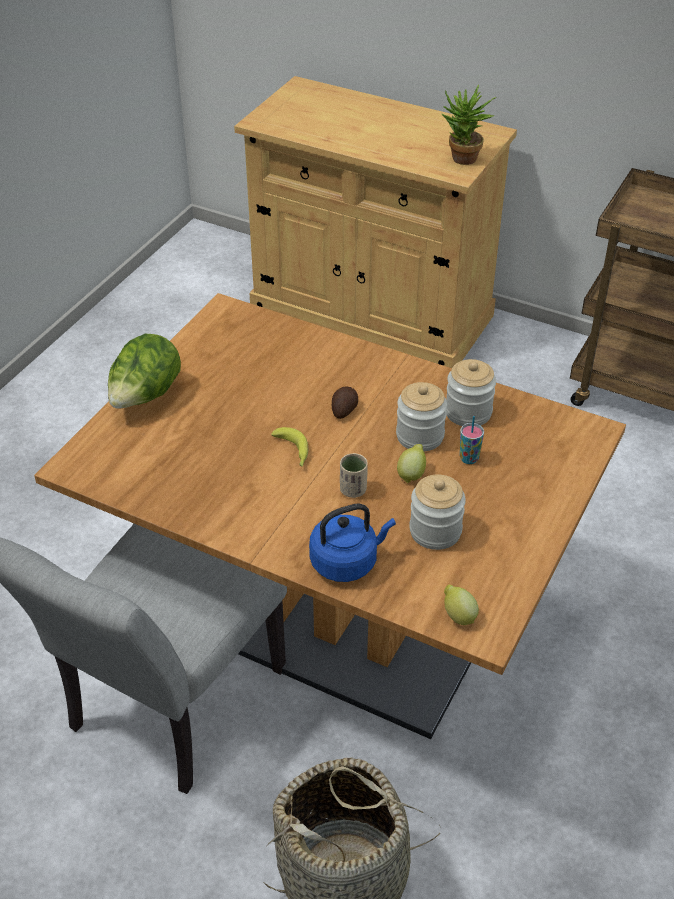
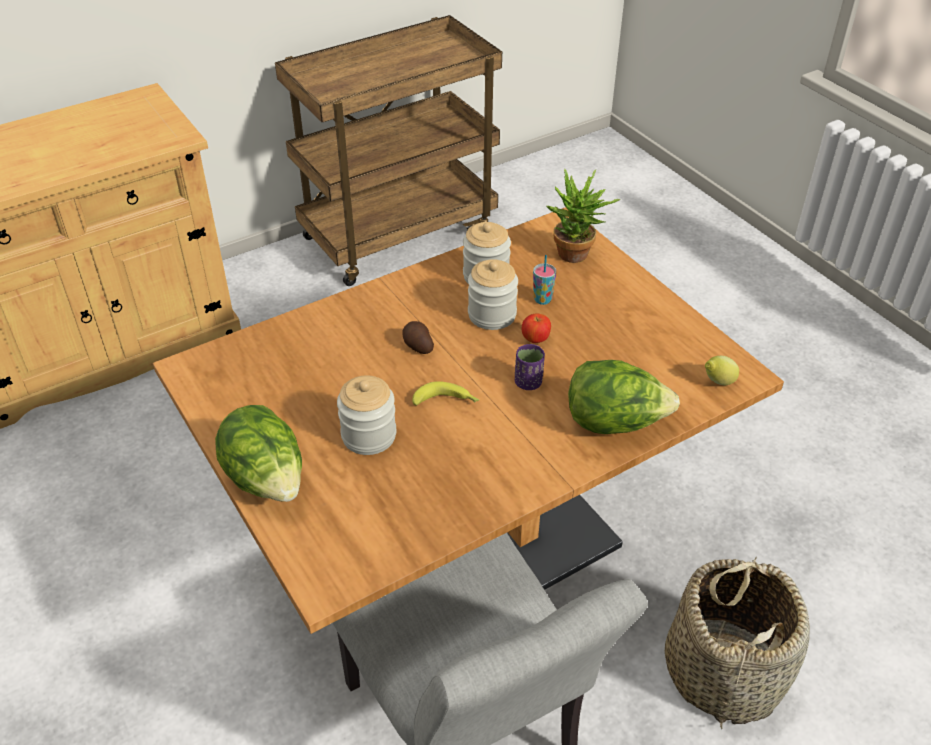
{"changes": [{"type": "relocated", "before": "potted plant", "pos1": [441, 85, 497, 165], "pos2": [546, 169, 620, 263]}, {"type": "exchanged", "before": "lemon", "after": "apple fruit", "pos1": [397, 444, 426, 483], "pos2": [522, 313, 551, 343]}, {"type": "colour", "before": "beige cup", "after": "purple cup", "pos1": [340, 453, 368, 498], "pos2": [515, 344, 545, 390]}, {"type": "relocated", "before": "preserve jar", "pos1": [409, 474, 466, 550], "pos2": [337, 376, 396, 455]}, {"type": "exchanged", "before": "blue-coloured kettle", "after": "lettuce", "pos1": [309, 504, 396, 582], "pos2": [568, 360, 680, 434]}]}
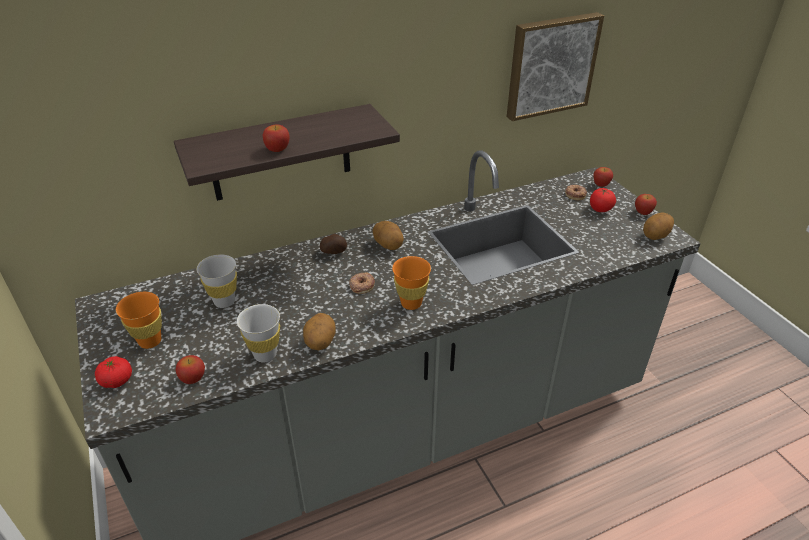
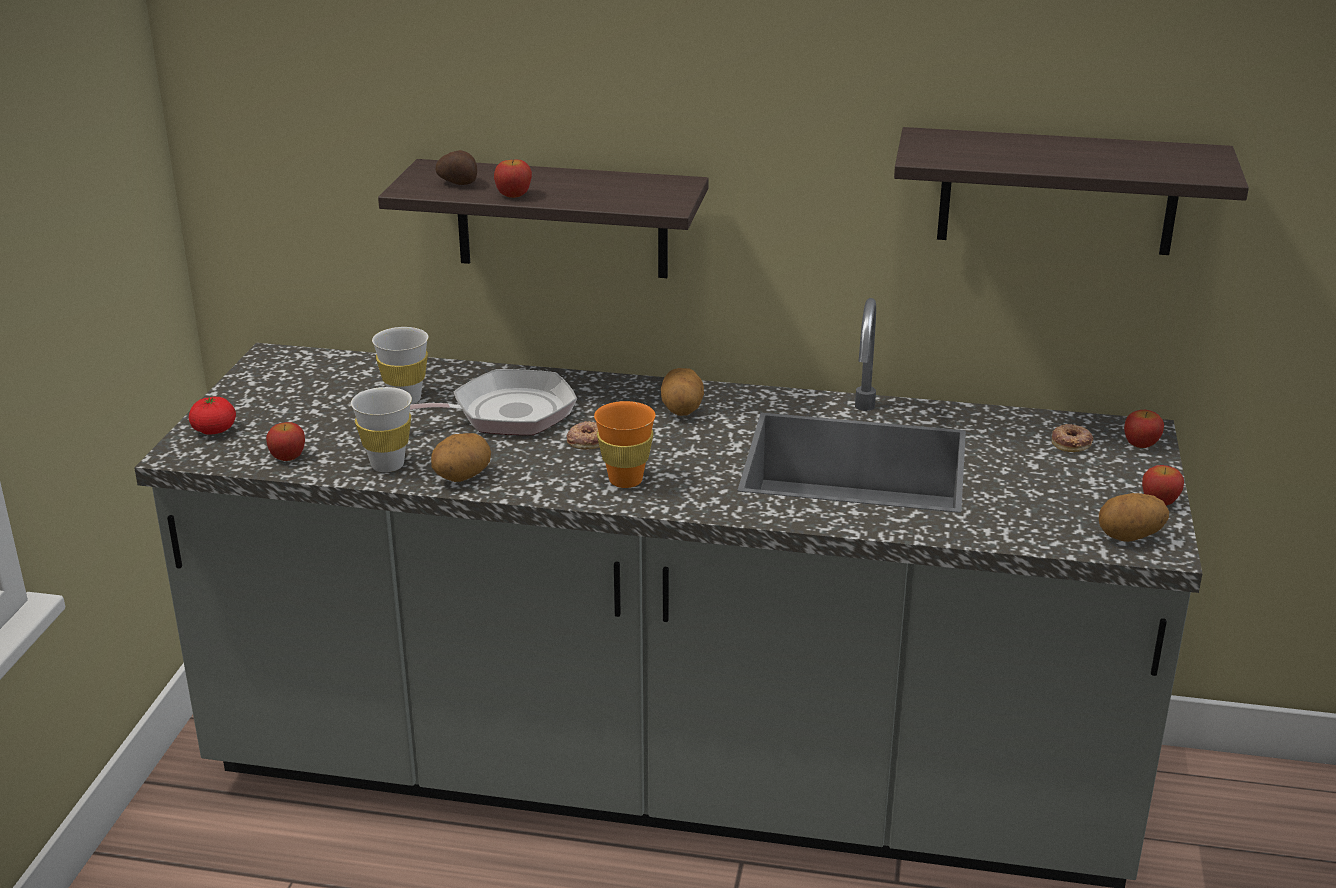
{"changes": [{"type": "exchanged", "before": "wall art", "after": "wall shelf", "pos1": [507, 12, 604, 121], "pos2": [894, 127, 1249, 255]}, {"type": "missing", "before": "whole tomato", "pos1": [590, 187, 616, 212]}, {"type": "relocated", "before": "whole potato", "pos1": [320, 234, 347, 254], "pos2": [435, 150, 477, 185]}, {"type": "missing", "before": "orangey cup", "pos1": [116, 292, 162, 349]}, {"type": "appeared", "after": "skillet", "pos2": [410, 369, 577, 435]}]}
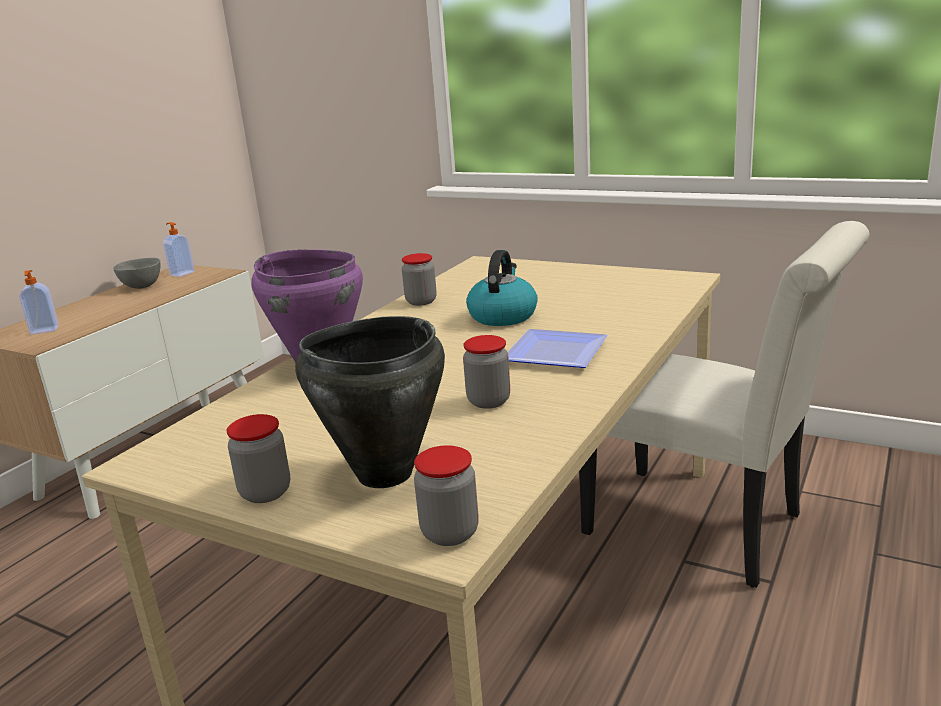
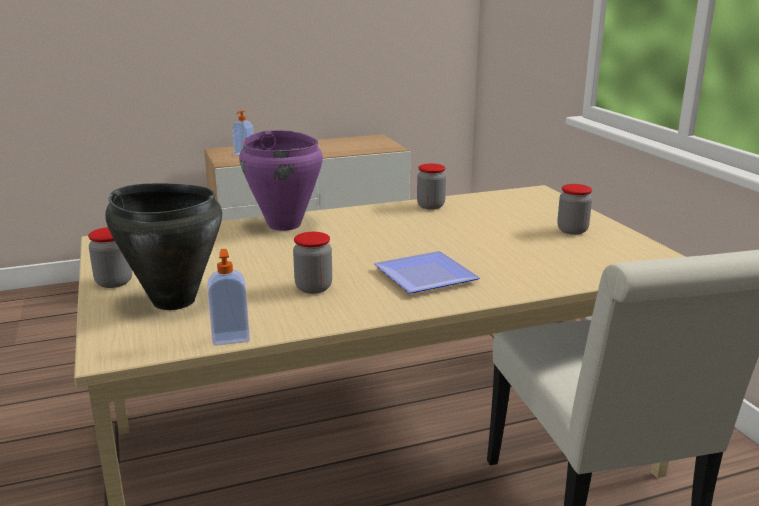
{"changes": [{"type": "relocated", "before": "soap dispenser", "pos1": [163, 222, 195, 277], "pos2": [207, 249, 250, 346]}, {"type": "missing", "before": "kettle", "pos1": [466, 250, 538, 326]}, {"type": "missing", "before": "grey bowl", "pos1": [113, 258, 161, 289]}, {"type": "relocated", "before": "preserve jar", "pos1": [414, 445, 479, 546], "pos2": [557, 184, 592, 235]}]}
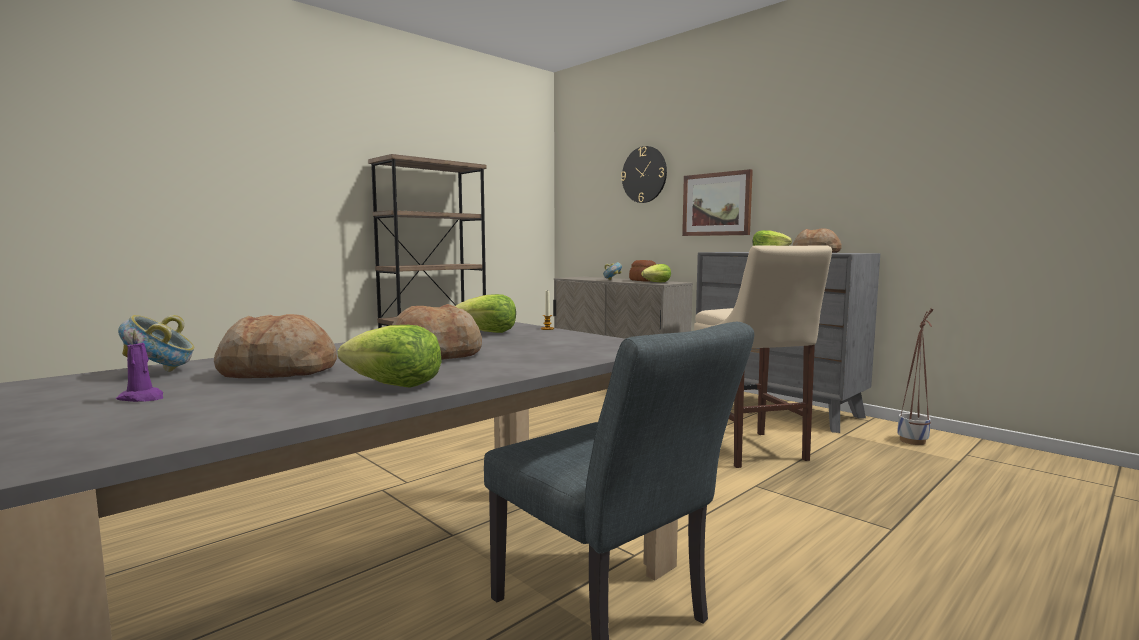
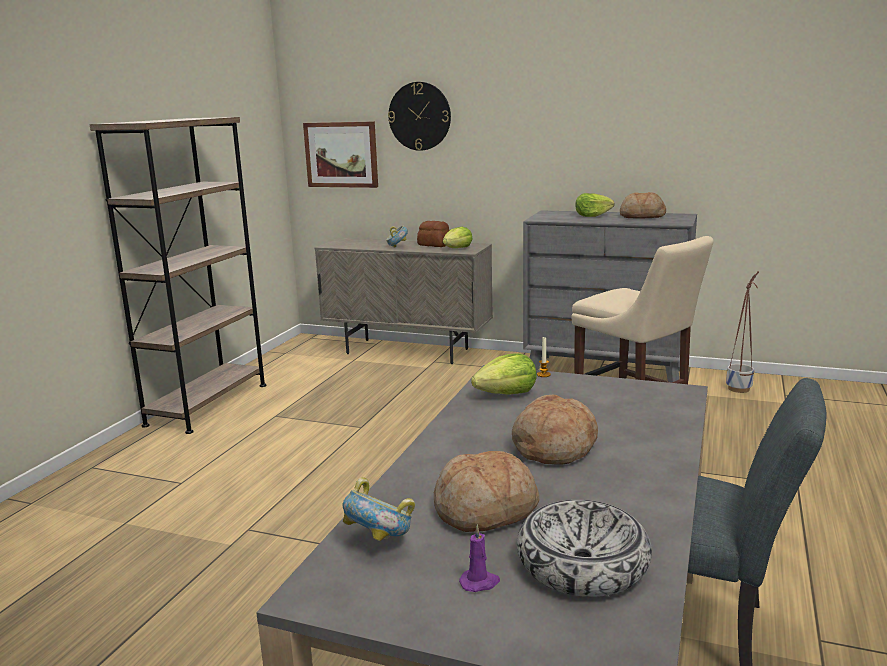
{"changes": [{"type": "relocated", "before": "wall art", "pos1": [682, 169, 753, 236], "pos2": [303, 122, 378, 188]}, {"type": "missing", "before": "lettuce", "pos1": [338, 325, 442, 388]}, {"type": "appeared", "after": "bowl", "pos2": [517, 500, 652, 597]}]}
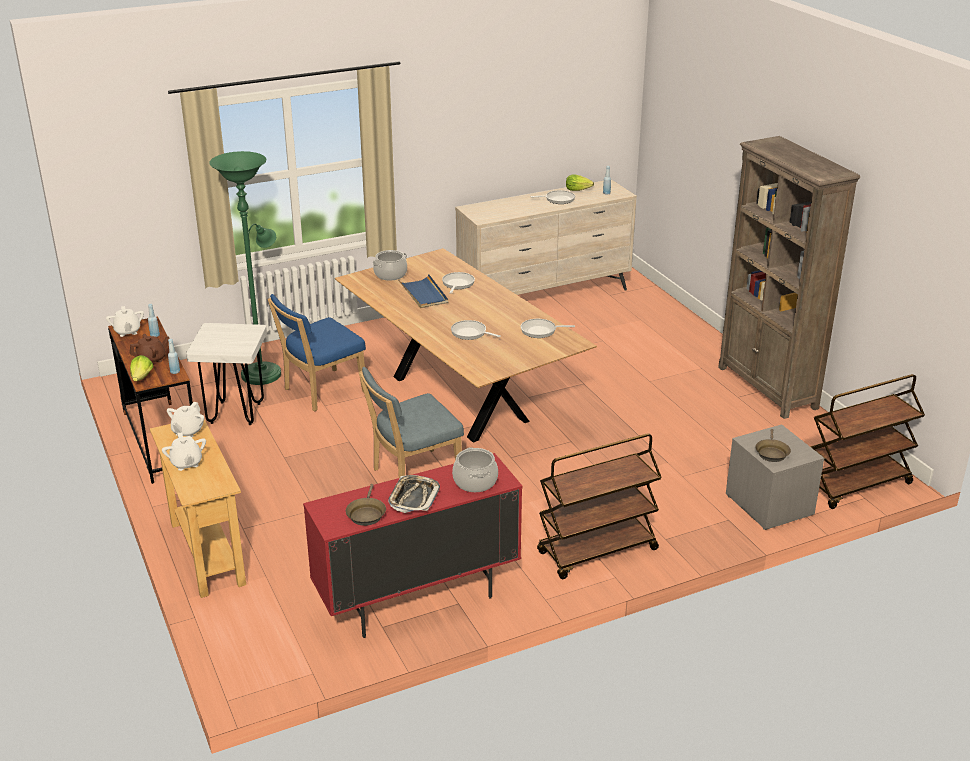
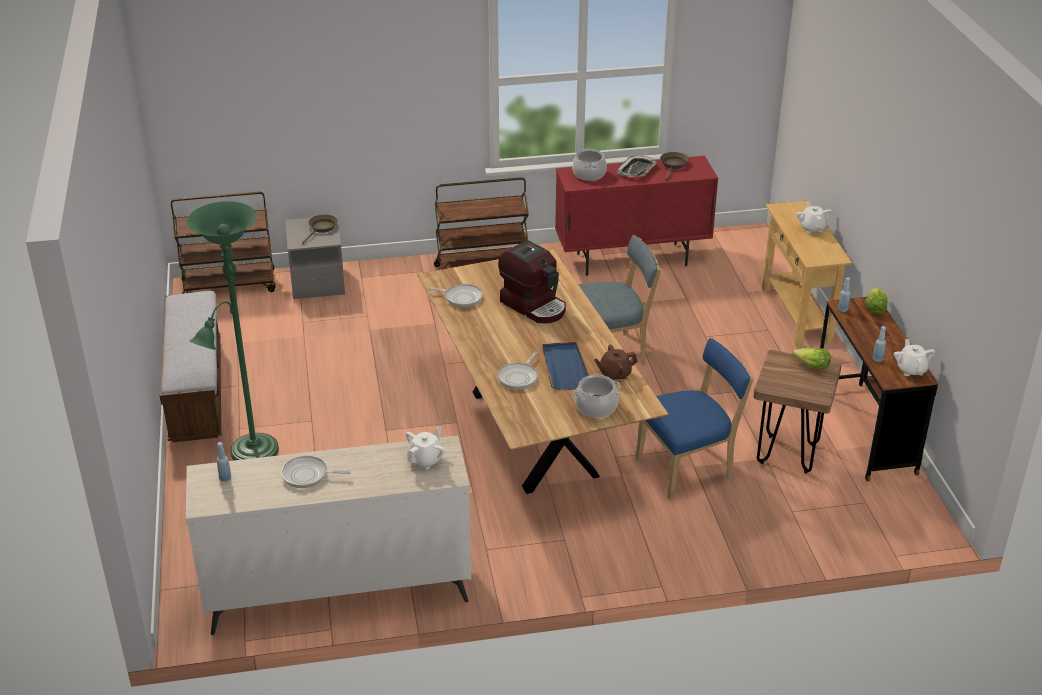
{"changes": [{"type": "exchanged", "before": "brownish bookcase", "after": "indoor bench", "pos1": [718, 136, 860, 419], "pos2": [159, 291, 221, 443]}, {"type": "relocated", "before": "green standing lamp", "pos1": [209, 151, 281, 385], "pos2": [187, 201, 279, 460]}, {"type": "relocated", "before": "lettuce", "pos1": [566, 174, 594, 191], "pos2": [792, 348, 831, 369]}, {"type": "exchanged", "before": "skillet", "after": "coffee maker", "pos1": [451, 320, 501, 340], "pos2": [498, 241, 566, 323]}, {"type": "colour", "before": "white-coloured sitting stool", "after": "brownish sitting stool", "pos1": [186, 323, 267, 425], "pos2": [754, 350, 842, 473]}, {"type": "relocated", "before": "brownish tea pot", "pos1": [129, 334, 169, 363], "pos2": [594, 345, 638, 380]}, {"type": "relocated", "before": "white-coloured tea pot", "pos1": [167, 402, 204, 438], "pos2": [406, 427, 444, 469]}]}
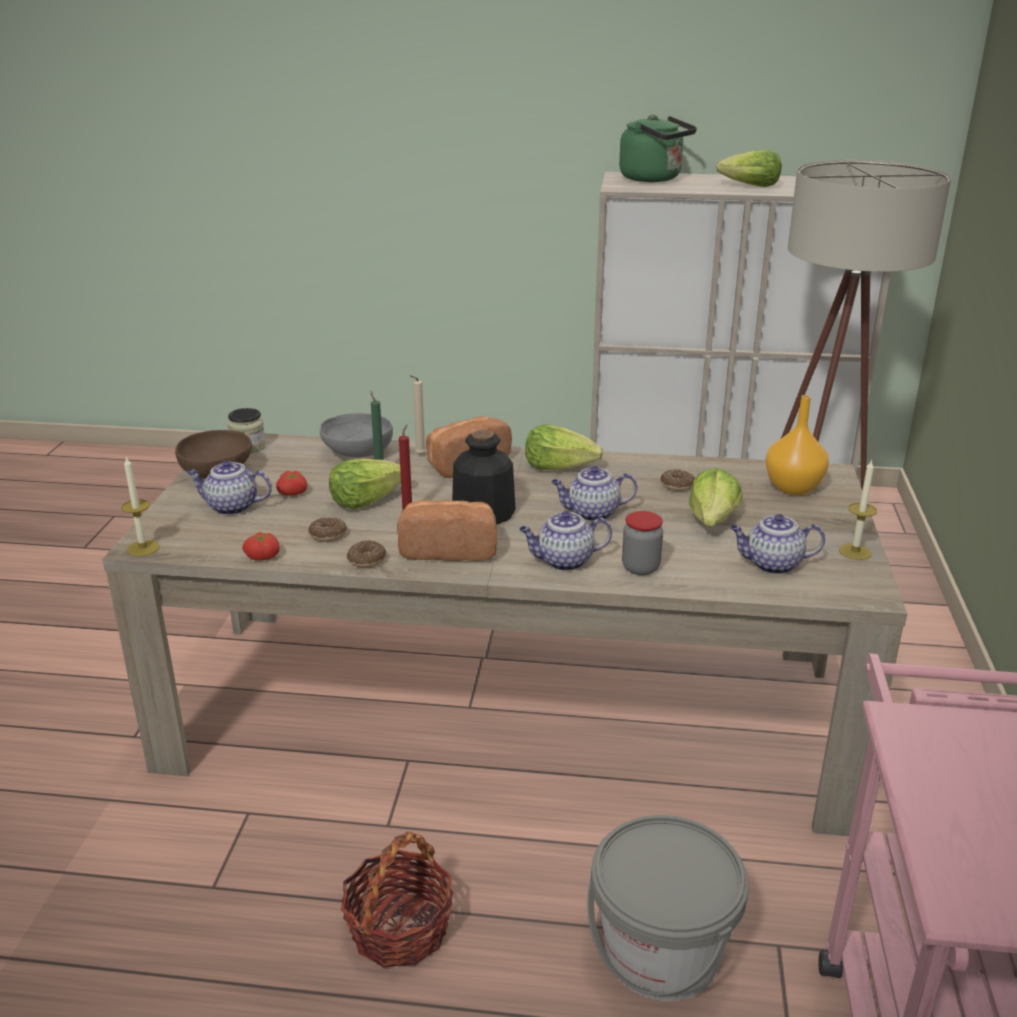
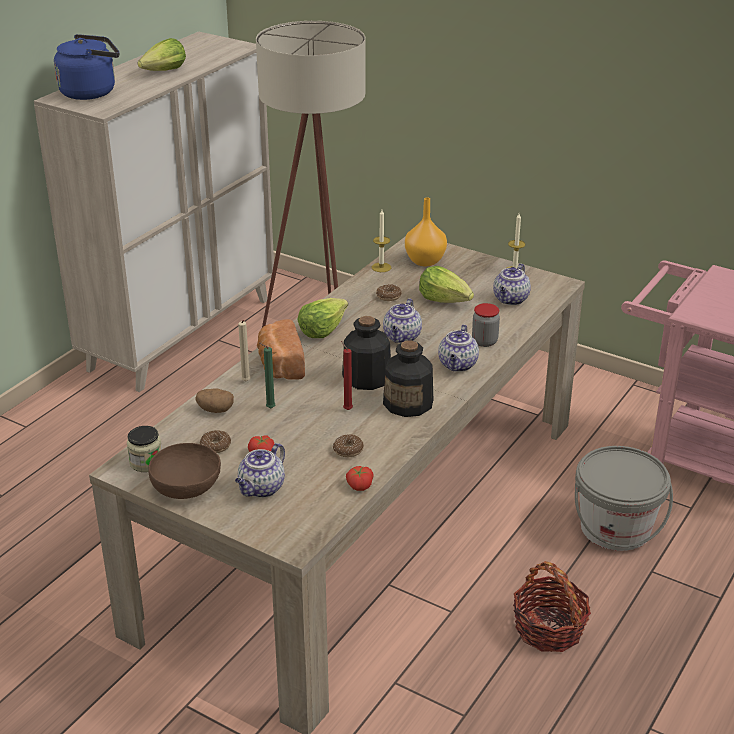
{"changes": [{"type": "colour", "before": "green kettle", "after": "blue-coloured kettle", "pos1": [619, 115, 697, 182], "pos2": [54, 34, 120, 100]}, {"type": "exchanged", "before": "grey bowl", "after": "whole potato", "pos1": [320, 413, 393, 457], "pos2": [195, 389, 234, 413]}, {"type": "relocated", "before": "wax candle", "pos1": [121, 456, 160, 556], "pos2": [372, 210, 391, 272]}, {"type": "missing", "before": "lettuce", "pos1": [329, 459, 401, 509]}, {"type": "exchanged", "before": "bakery bread", "after": "bottle", "pos1": [397, 500, 497, 561], "pos2": [383, 340, 433, 417]}, {"type": "relocated", "before": "donut", "pos1": [347, 540, 386, 568], "pos2": [200, 430, 231, 453]}]}
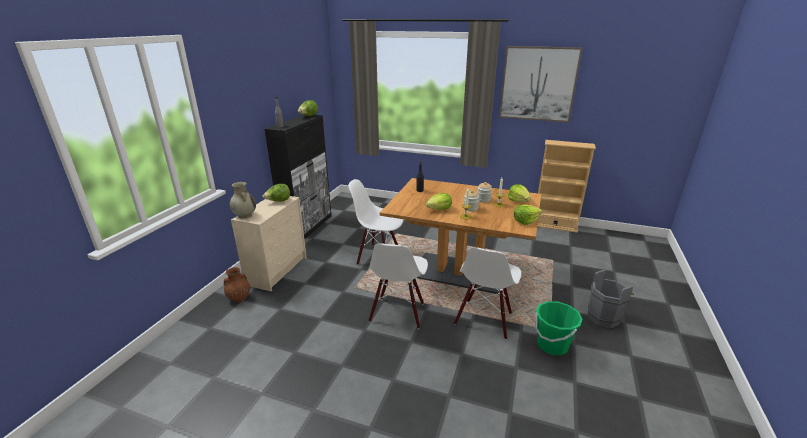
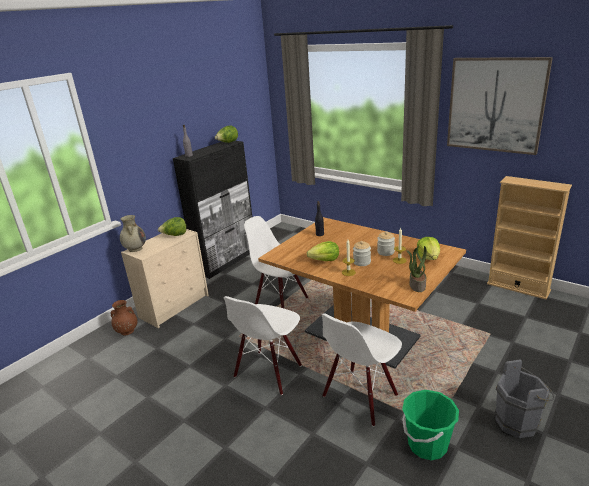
{"changes": [{"type": "exchanged", "before": "lettuce", "after": "potted plant", "pos1": [514, 205, 542, 225], "pos2": [407, 245, 427, 292]}]}
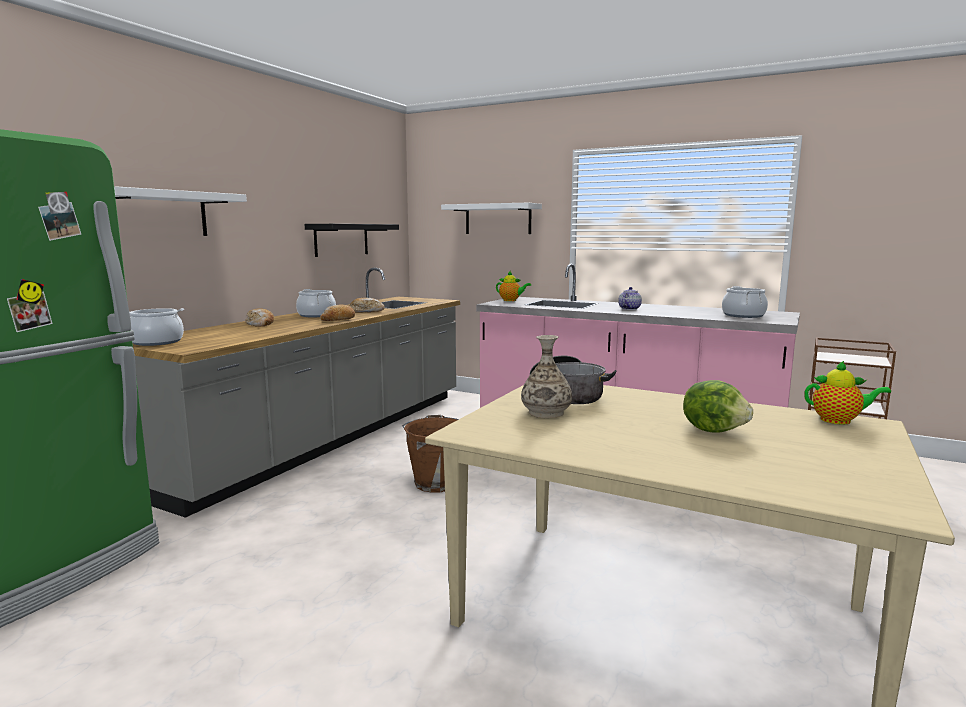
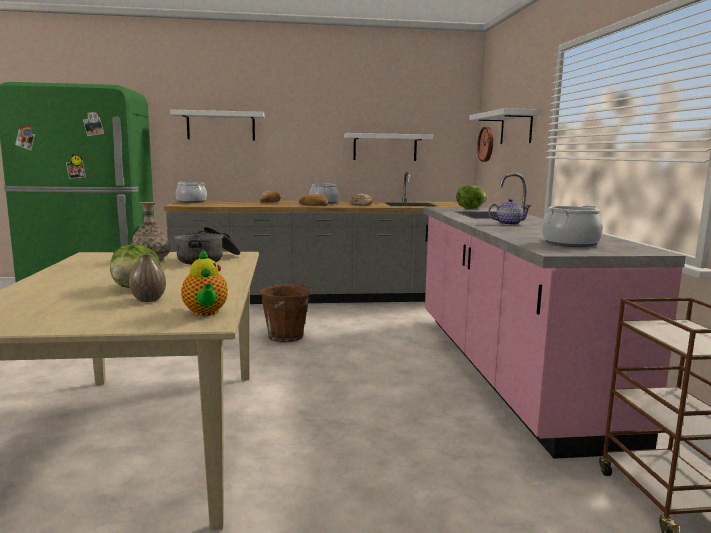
{"changes": [{"type": "colour", "before": "blackish wall shelf", "after": "white-coloured wall shelf", "pos1": [305, 224, 399, 257], "pos2": [344, 133, 433, 161]}, {"type": "exchanged", "before": "tea pot", "after": "lettuce", "pos1": [496, 271, 531, 301], "pos2": [456, 185, 487, 209]}, {"type": "appeared", "after": "wall clock", "pos2": [477, 127, 493, 162]}, {"type": "appeared", "after": "flower vase", "pos2": [129, 254, 166, 302]}]}
